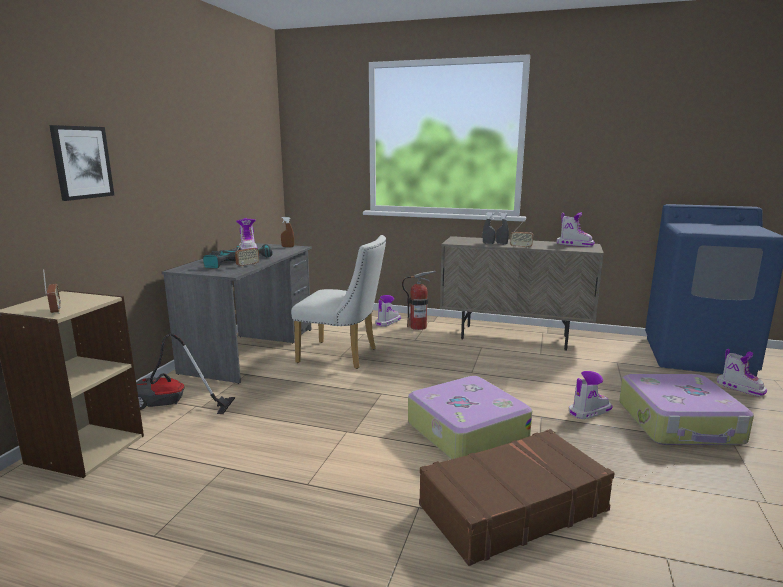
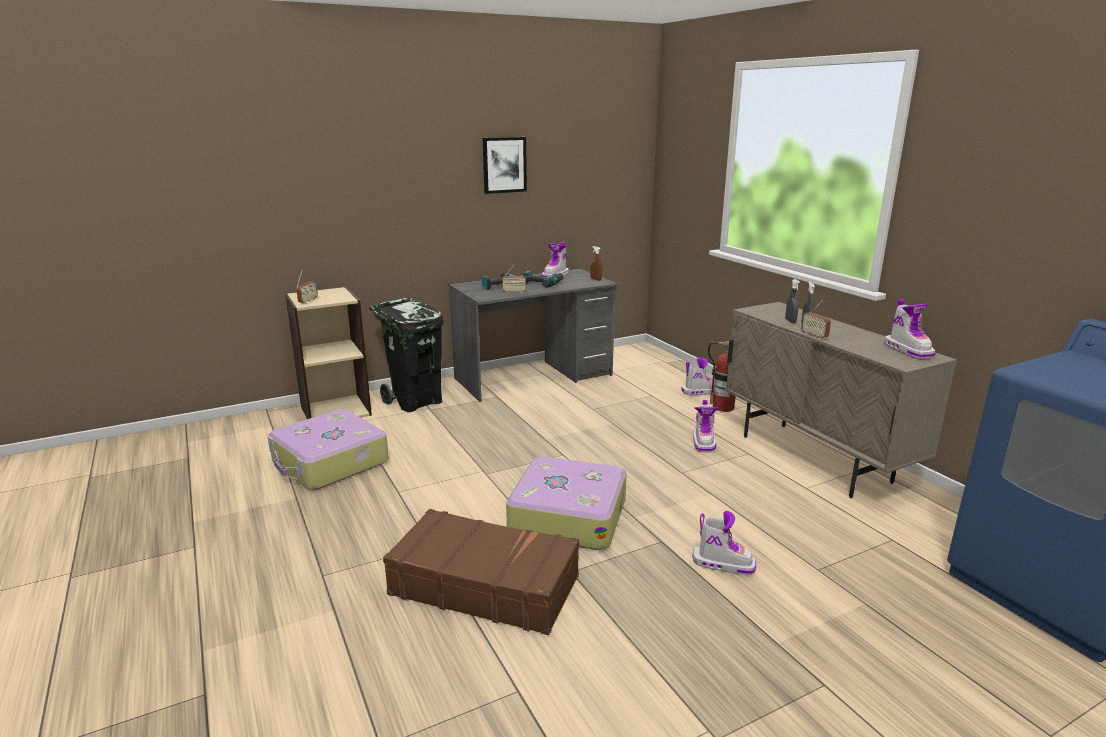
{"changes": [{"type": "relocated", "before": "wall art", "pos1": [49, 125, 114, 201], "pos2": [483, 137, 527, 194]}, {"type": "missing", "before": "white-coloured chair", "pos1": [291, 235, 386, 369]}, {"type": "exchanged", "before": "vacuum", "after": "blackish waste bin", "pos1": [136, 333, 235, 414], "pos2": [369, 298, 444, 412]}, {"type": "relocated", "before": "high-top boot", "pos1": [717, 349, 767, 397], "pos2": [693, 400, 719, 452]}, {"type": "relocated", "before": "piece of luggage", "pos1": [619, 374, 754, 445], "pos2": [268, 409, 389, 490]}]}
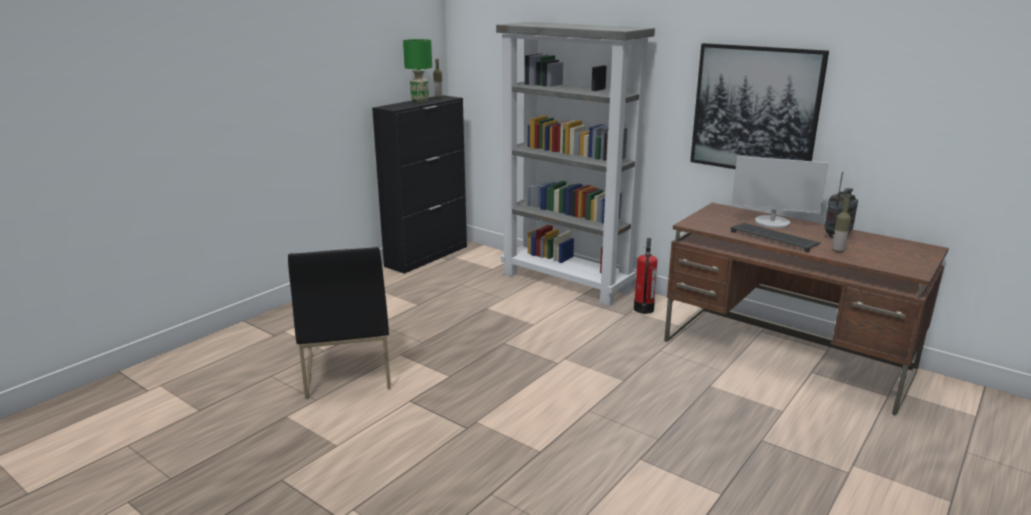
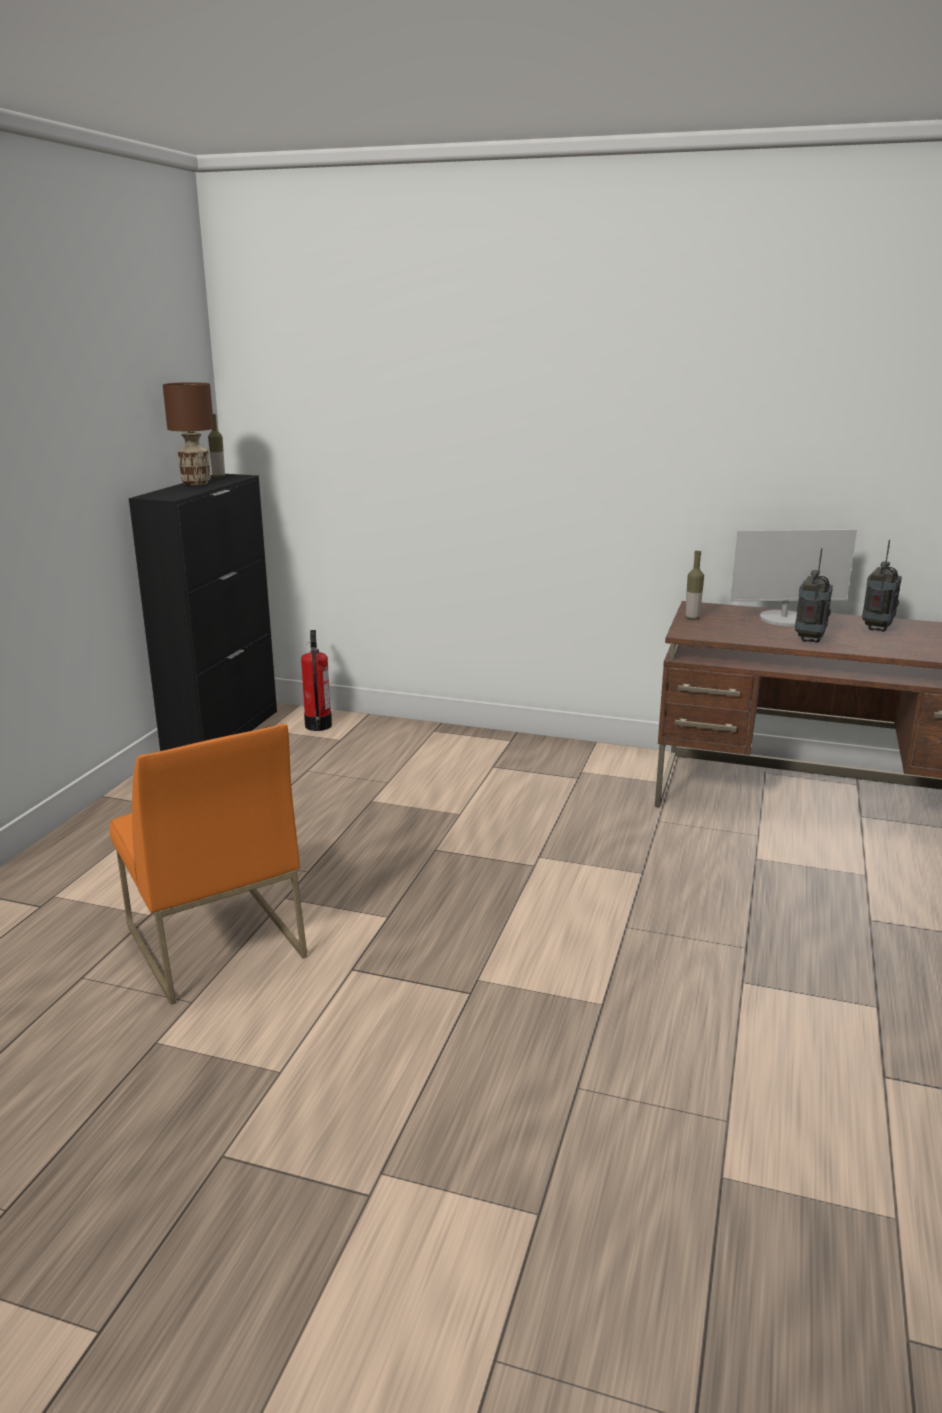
{"changes": [{"type": "missing", "before": "grey bookcase", "pos1": [496, 22, 655, 306]}, {"type": "colour", "before": "green lamp for a table", "after": "brownish lamp for a table", "pos1": [403, 39, 432, 102], "pos2": [163, 382, 214, 486]}, {"type": "missing", "before": "wall art", "pos1": [690, 43, 829, 169]}, {"type": "relocated", "before": "bottle", "pos1": [832, 198, 851, 252], "pos2": [685, 551, 704, 620]}, {"type": "exchanged", "before": "computer keyboard", "after": "radio set", "pos1": [730, 223, 821, 252], "pos2": [795, 548, 833, 643]}, {"type": "relocated", "before": "fire-fighting cylinder", "pos1": [634, 238, 657, 314], "pos2": [301, 630, 332, 731]}, {"type": "colour", "before": "blackish chair", "after": "orangey chair", "pos1": [288, 247, 391, 399], "pos2": [110, 724, 307, 1005]}]}
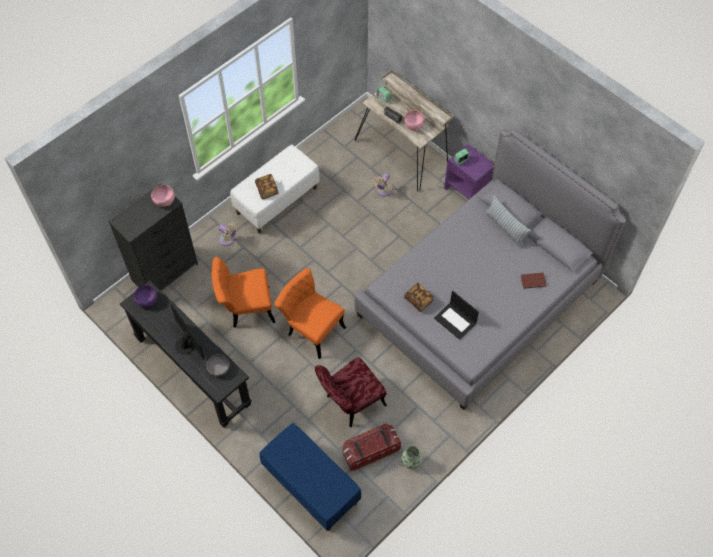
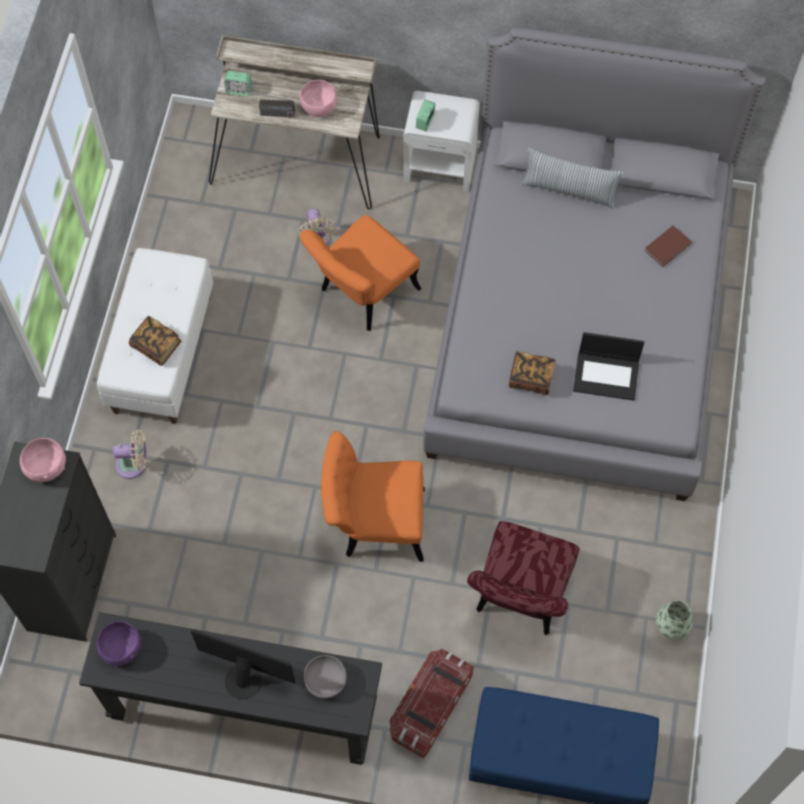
{"changes": [{"type": "colour", "before": "purple night table", "after": "white-coloured night table", "pos1": [444, 144, 494, 199], "pos2": [404, 91, 480, 192]}, {"type": "relocated", "before": "orangey chair", "pos1": [212, 257, 275, 328], "pos2": [300, 214, 421, 331]}, {"type": "relocated", "before": "storage container", "pos1": [342, 423, 401, 471], "pos2": [389, 649, 474, 759]}]}
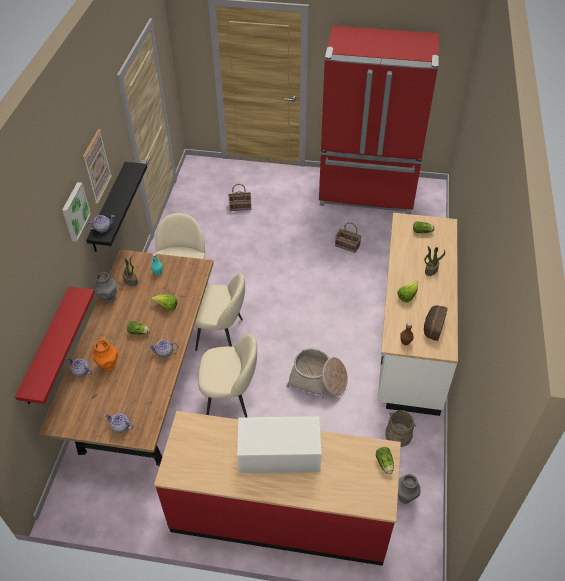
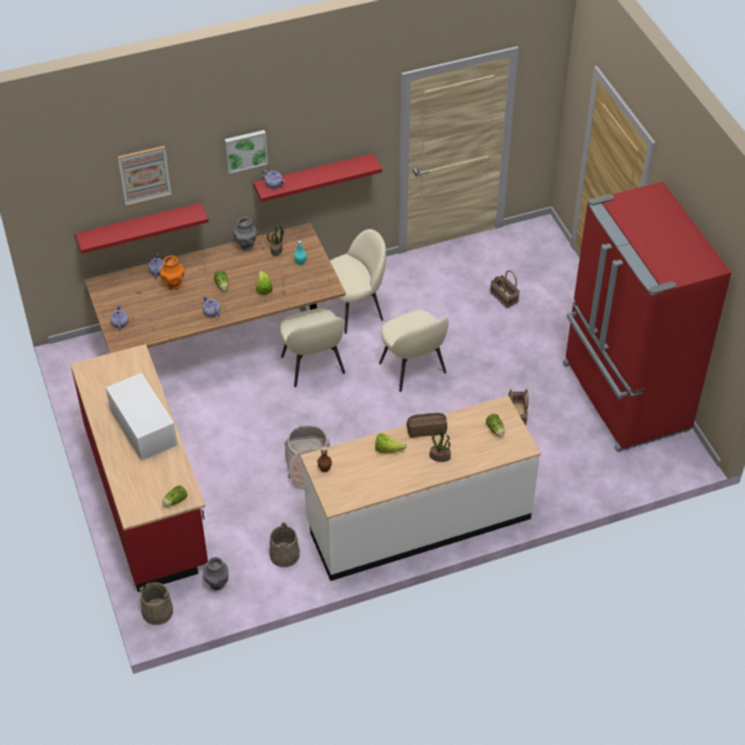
{"changes": [{"type": "relocated", "before": "wall art", "pos1": [83, 129, 112, 204], "pos2": [118, 146, 172, 206]}, {"type": "colour", "before": "blackish wall shelf", "after": "reddish wall shelf", "pos1": [86, 162, 147, 252], "pos2": [253, 153, 382, 202]}, {"type": "relocated", "before": "bakery bread", "pos1": [424, 305, 448, 341], "pos2": [407, 413, 447, 438]}, {"type": "relocated", "before": "beige chair", "pos1": [198, 333, 257, 417], "pos2": [379, 310, 449, 392]}, {"type": "appeared", "after": "beige bucket", "pos2": [139, 582, 173, 625]}]}
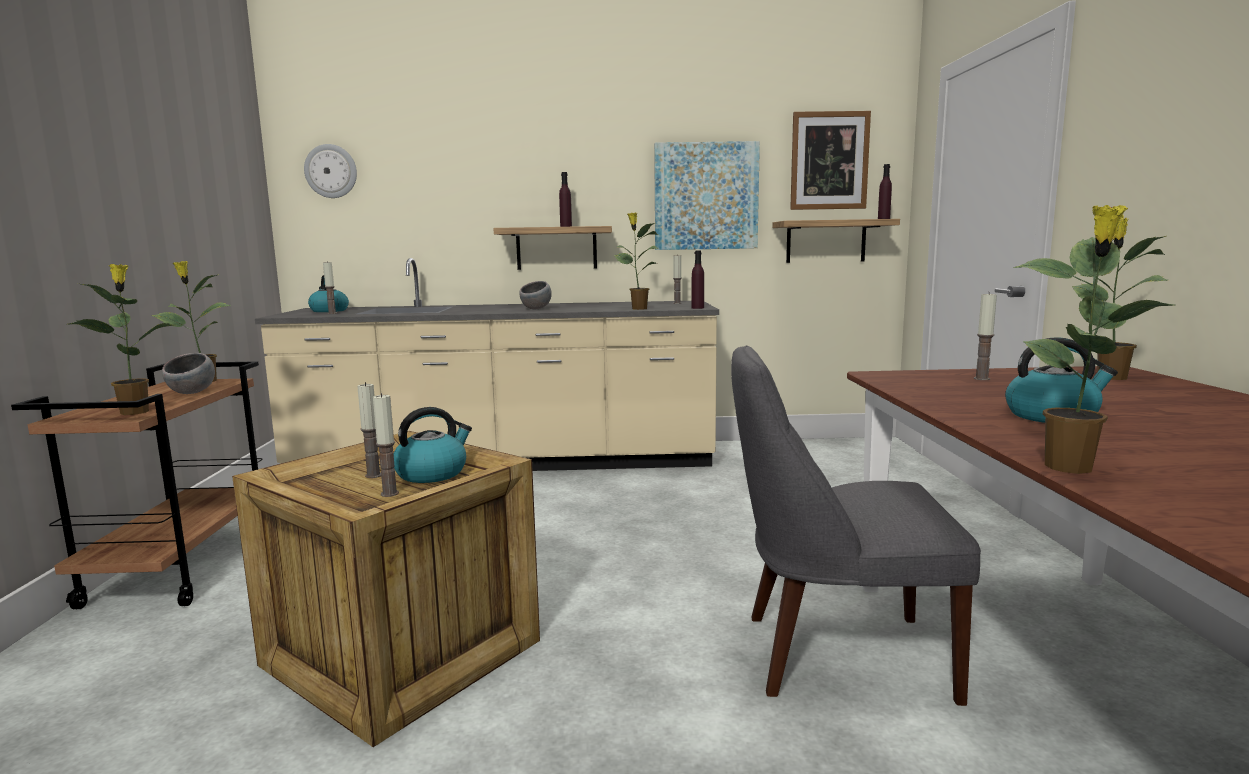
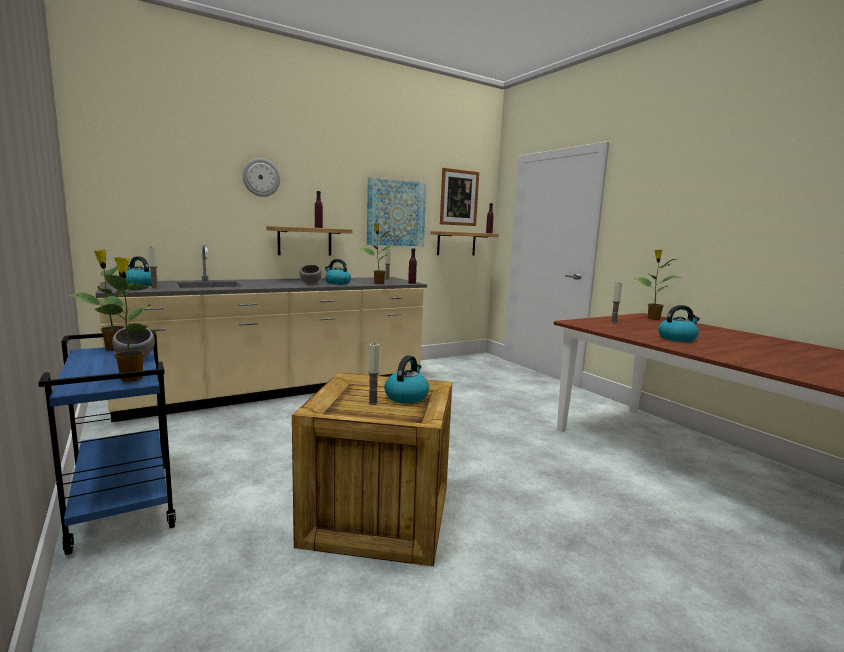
{"changes": [{"type": "relocated", "before": "wall clock", "pos1": [304, 144, 357, 198], "pos2": [242, 158, 280, 197]}, {"type": "missing", "before": "potted plant", "pos1": [1013, 205, 1174, 474]}, {"type": "missing", "before": "grey chair", "pos1": [731, 345, 981, 706]}, {"type": "colour", "before": "brownish cart", "after": "blue-coloured cart", "pos1": [11, 361, 262, 609], "pos2": [38, 330, 176, 555]}, {"type": "missing", "before": "wax candle", "pos1": [373, 393, 399, 497]}, {"type": "appeared", "after": "kettle", "pos2": [325, 259, 351, 285]}]}
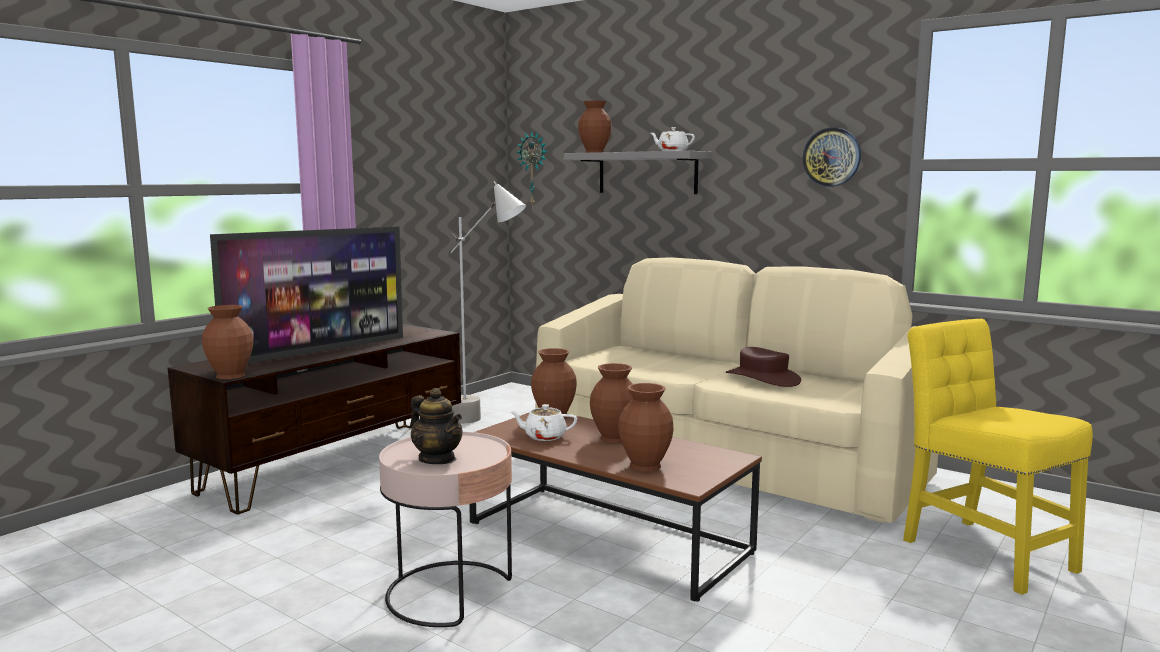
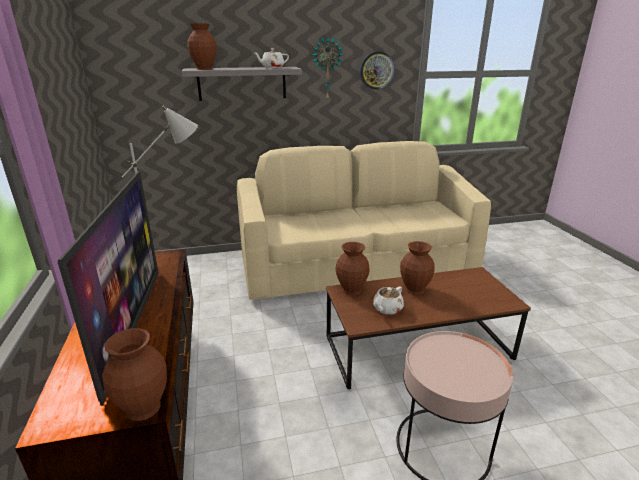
{"changes": [{"type": "relocated", "before": "wall clock", "pos1": [517, 131, 548, 207], "pos2": [312, 36, 344, 101]}, {"type": "missing", "before": "yellow chair", "pos1": [903, 319, 1093, 595]}, {"type": "missing", "before": "brownish hat", "pos1": [726, 347, 801, 387]}, {"type": "missing", "before": "brownish flower vase", "pos1": [618, 383, 674, 472]}, {"type": "missing", "before": "tea pot", "pos1": [411, 388, 462, 464]}]}
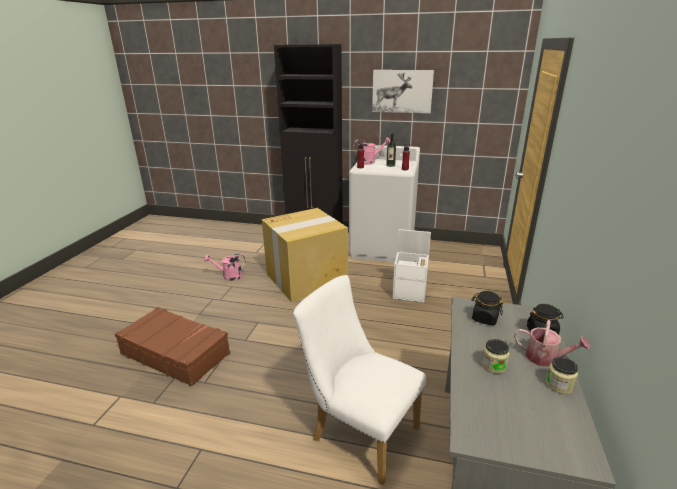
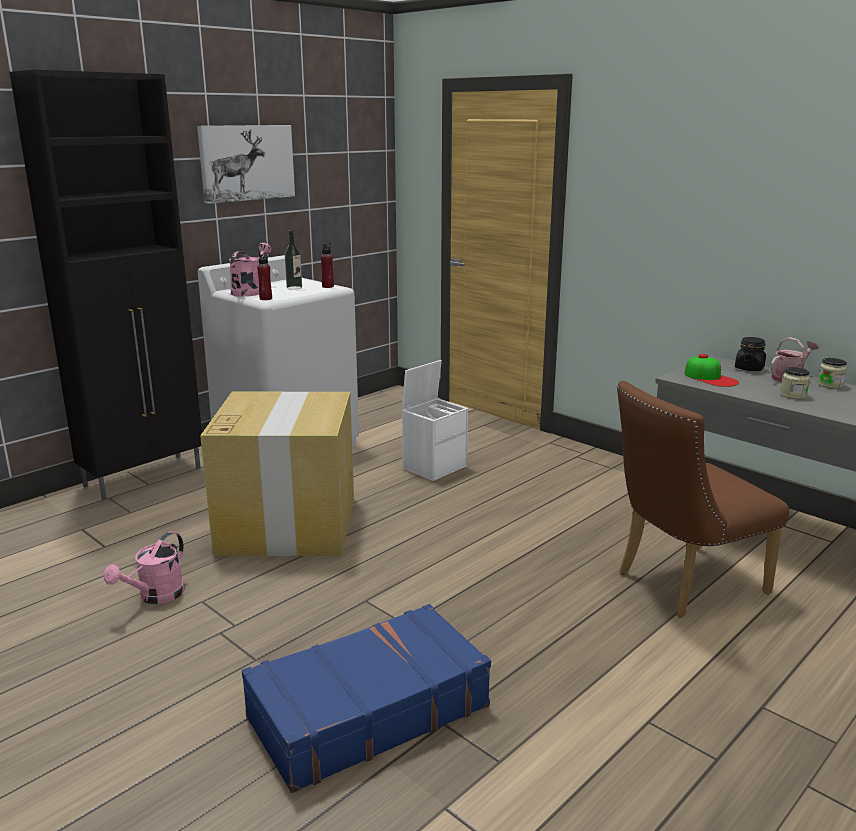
{"changes": [{"type": "colour", "before": "white-coloured chair", "after": "brownish chair", "pos1": [293, 275, 426, 485], "pos2": [617, 381, 789, 618]}, {"type": "exchanged", "before": "blackish preserve jar", "after": "peaked cap", "pos1": [471, 291, 503, 325], "pos2": [684, 354, 739, 387]}, {"type": "colour", "before": "brownish piece of luggage", "after": "blue-coloured piece of luggage", "pos1": [115, 307, 230, 386], "pos2": [242, 604, 491, 793]}]}
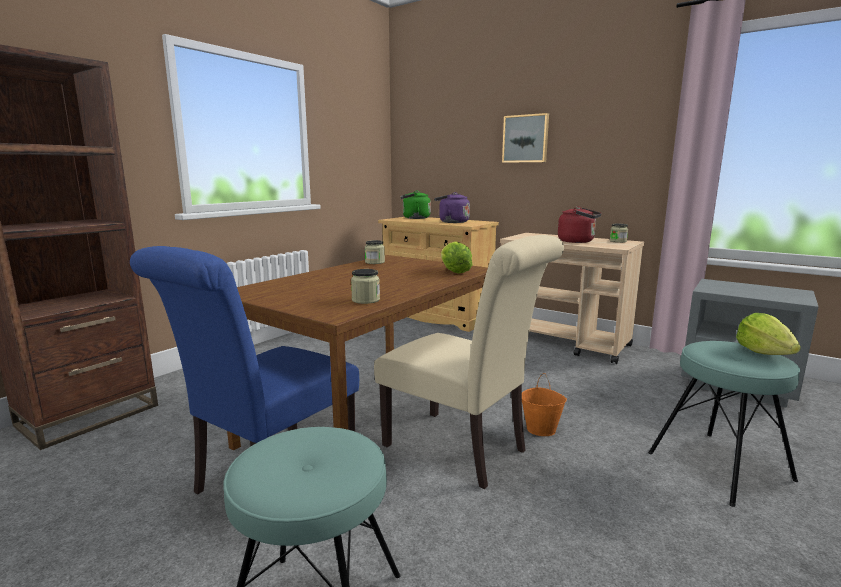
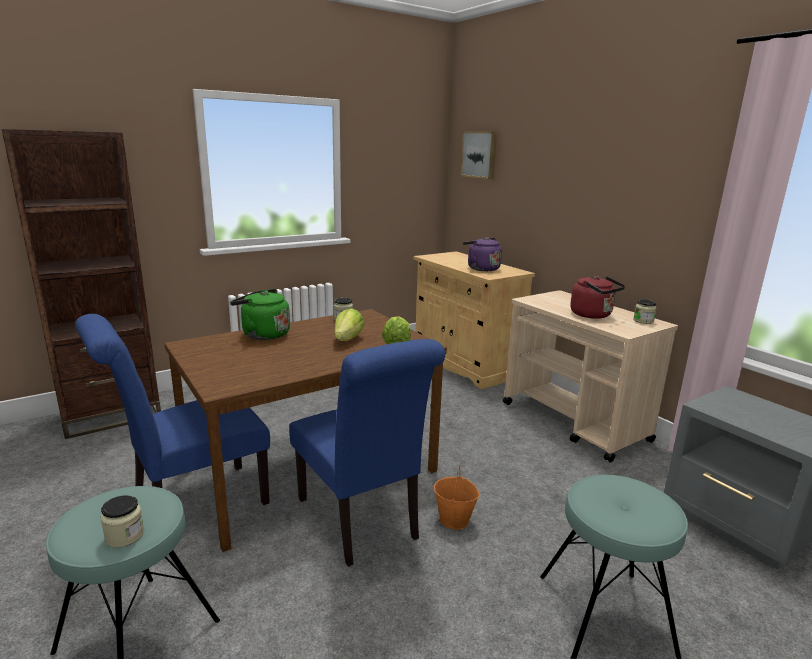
{"changes": [{"type": "relocated", "before": "wall art", "pos1": [502, 113, 549, 163], "pos2": [461, 131, 497, 179]}, {"type": "relocated", "before": "green kettle", "pos1": [401, 191, 431, 219], "pos2": [230, 289, 290, 340]}, {"type": "colour", "before": "beige chair", "after": "blue-coloured chair", "pos1": [374, 235, 564, 489], "pos2": [289, 339, 445, 567]}, {"type": "relocated", "before": "preserve jar", "pos1": [351, 269, 380, 304], "pos2": [101, 495, 144, 548]}, {"type": "relocated", "before": "lettuce", "pos1": [736, 313, 801, 355], "pos2": [334, 308, 365, 341]}]}
